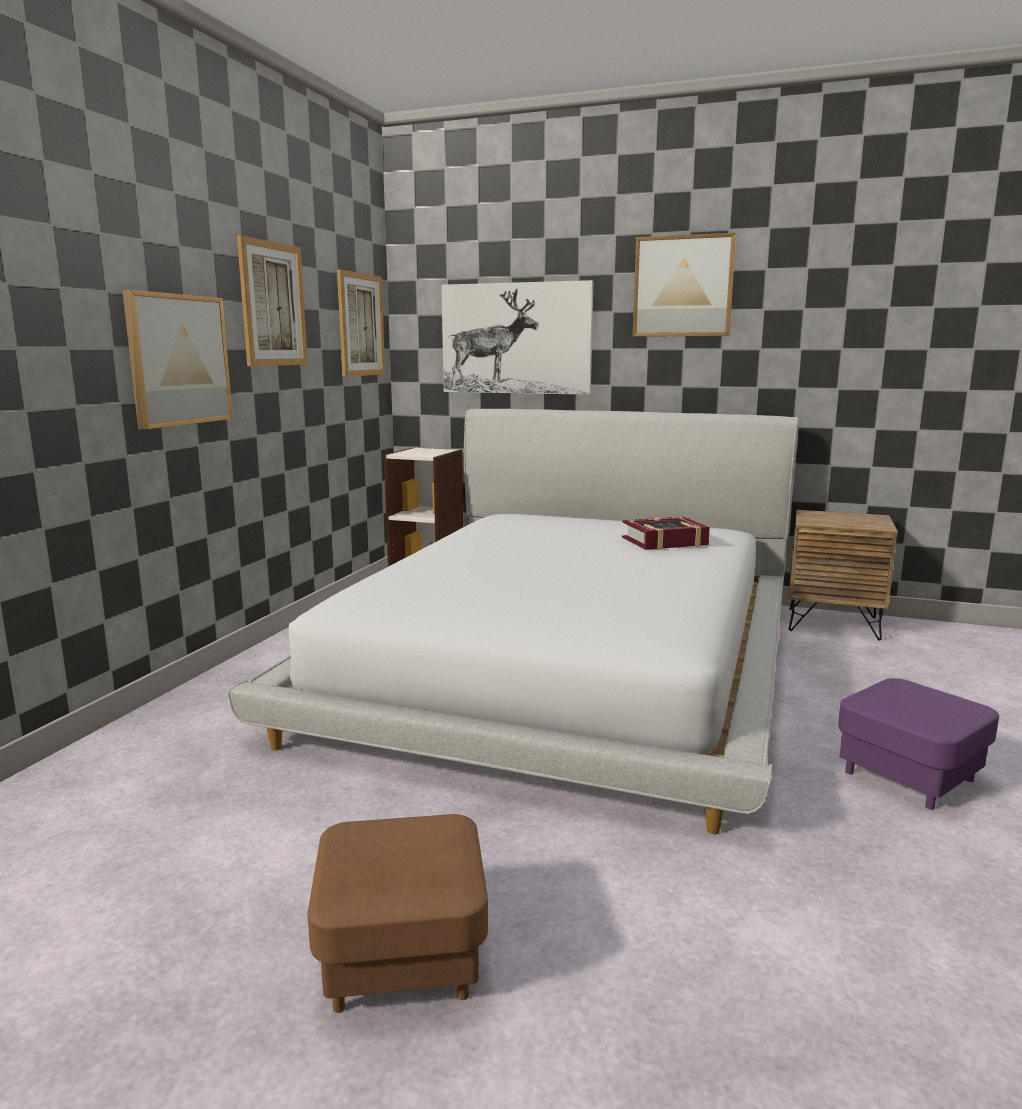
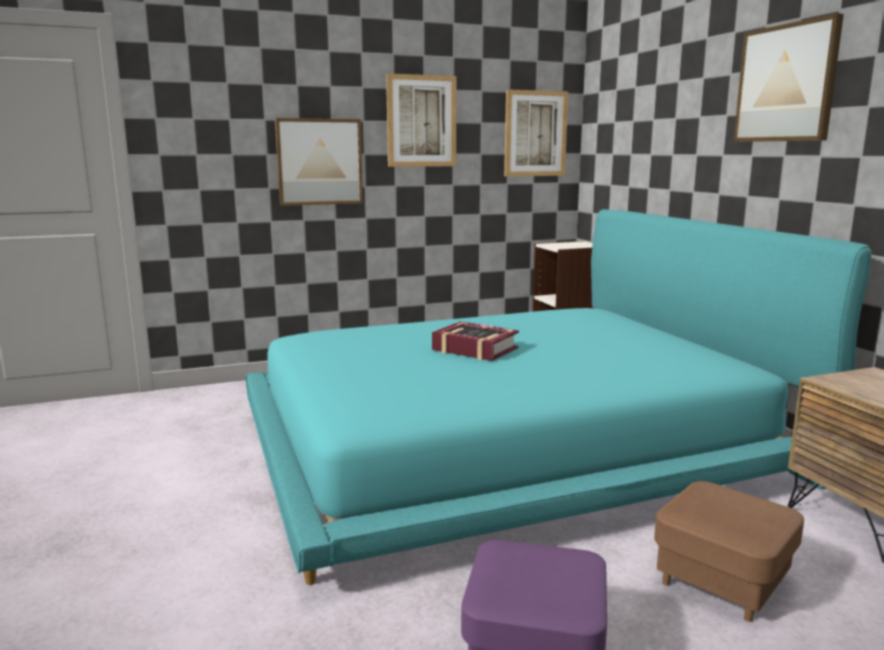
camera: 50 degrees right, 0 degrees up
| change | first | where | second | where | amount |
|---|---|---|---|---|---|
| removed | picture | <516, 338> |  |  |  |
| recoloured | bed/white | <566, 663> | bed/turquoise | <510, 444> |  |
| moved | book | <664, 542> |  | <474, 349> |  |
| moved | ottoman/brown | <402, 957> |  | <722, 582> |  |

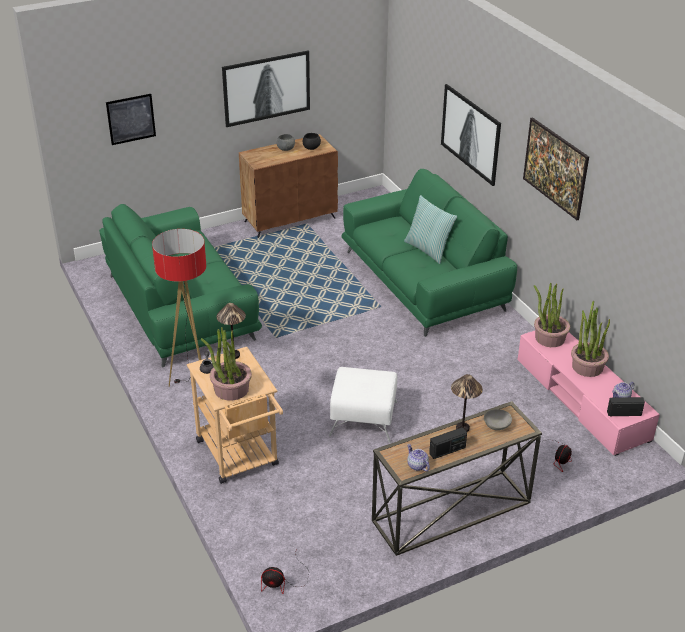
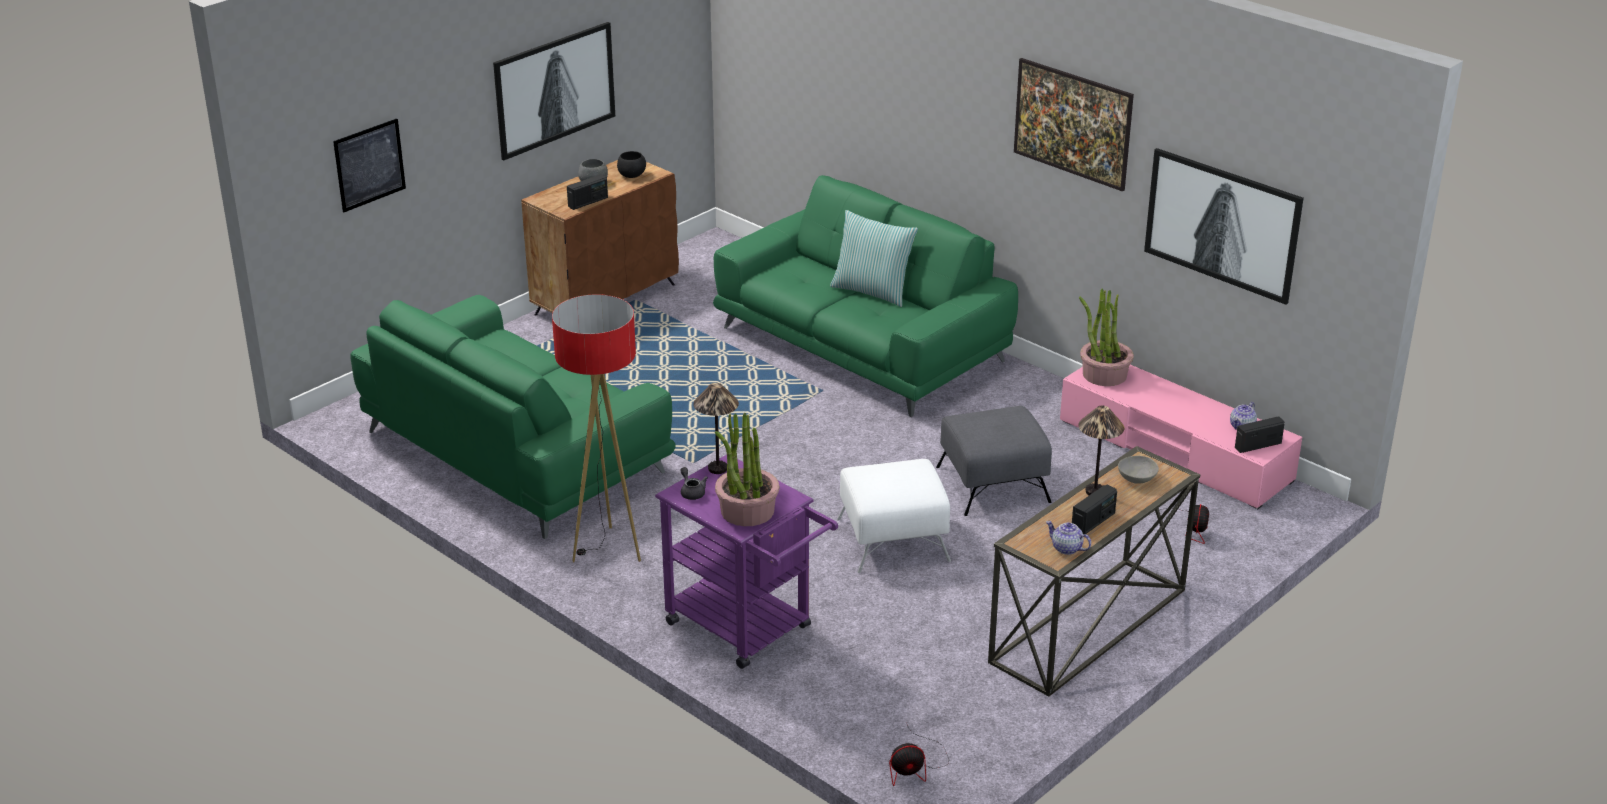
camera: 20 degrees left, 5 degrees down
| change | first | where | second | where | amount |
|---|---|---|---|---|---|
| moved | picture | <470, 134> |  | <1222, 224> |  |
| removed | potted plant | <587, 366> |  |  |  |
| recoloured | cart/beige | <240, 457> | cart/purple | <747, 629> |  |
| added |  |  | radio | <588, 202> |  |
| added |  |  | ottoman/grey | <992, 484> |  |

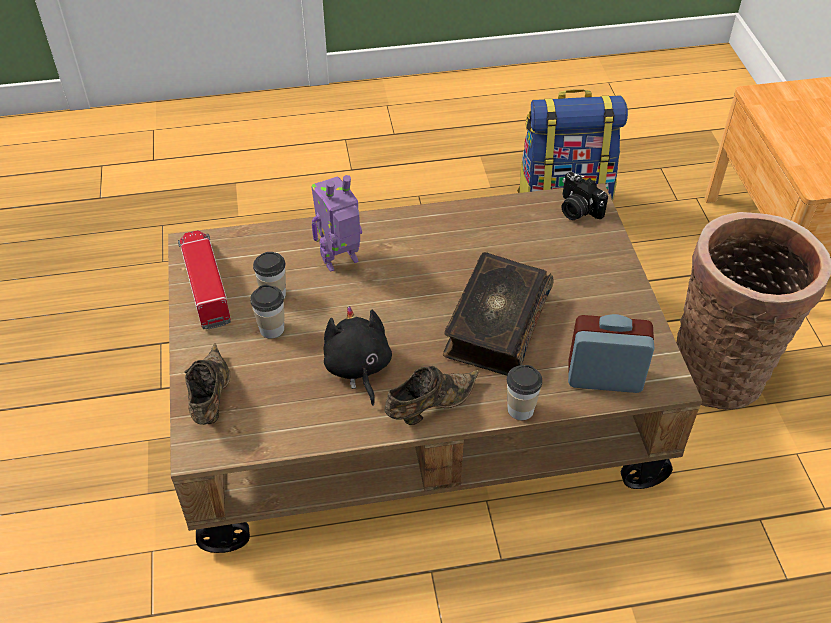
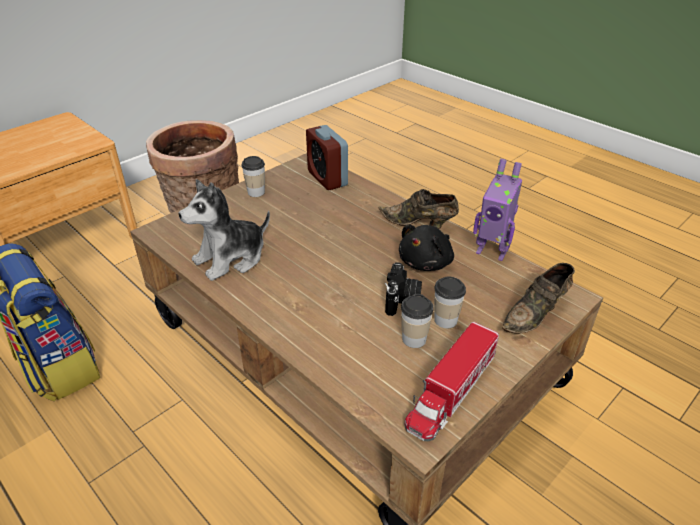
camera: 125 degrees left, 10 degrees down
| change | first | where | second | where | amount |
|---|---|---|---|---|---|
| moved | photo camera | <577, 210> |  | <402, 300> |  |
| moved | toy robot | <341, 262> |  | <491, 251> |  |
| removed | book | <495, 325> |  |  |  |
| moved | cup | <520, 409> |  | <256, 192> |  |
| added |  |  | plush toy | <231, 258> |  |

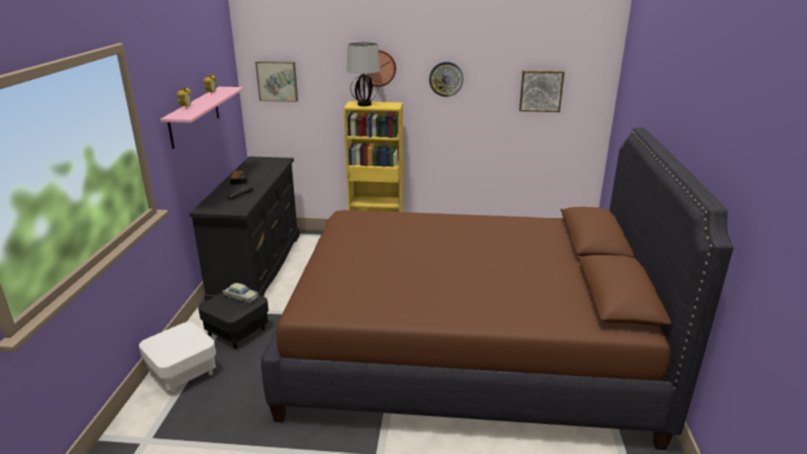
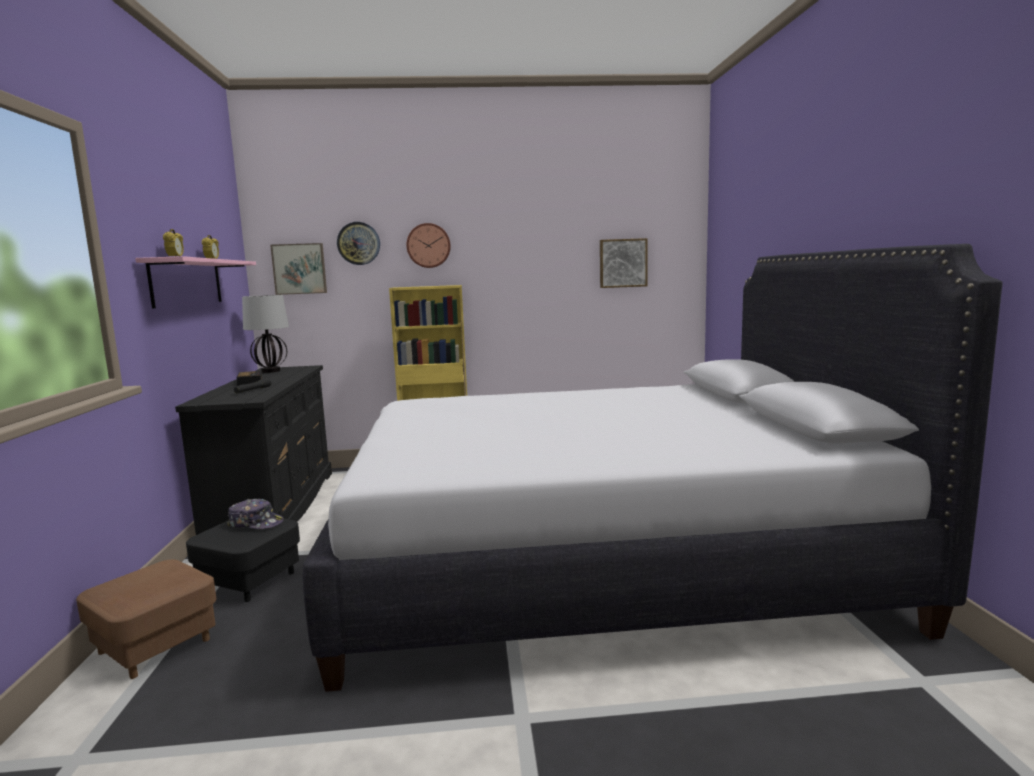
camera: 10 degrees left, 15 degrees down
| change | first | where | second | where | amount |
|---|---|---|---|---|---|
| moved | table lamp | <364, 104> |  | <270, 371> |  |
| moved | wall clock | <446, 79> |  | <358, 243> |  |
| recoloured | bed/brown | <466, 349> | bed/white | <601, 560> |  |
| replaced | toy car/beige | <241, 297> | cap | <256, 523> |  |
| recoloured | ottoman/white | <182, 373> | ottoman/brown | <155, 646> |  |

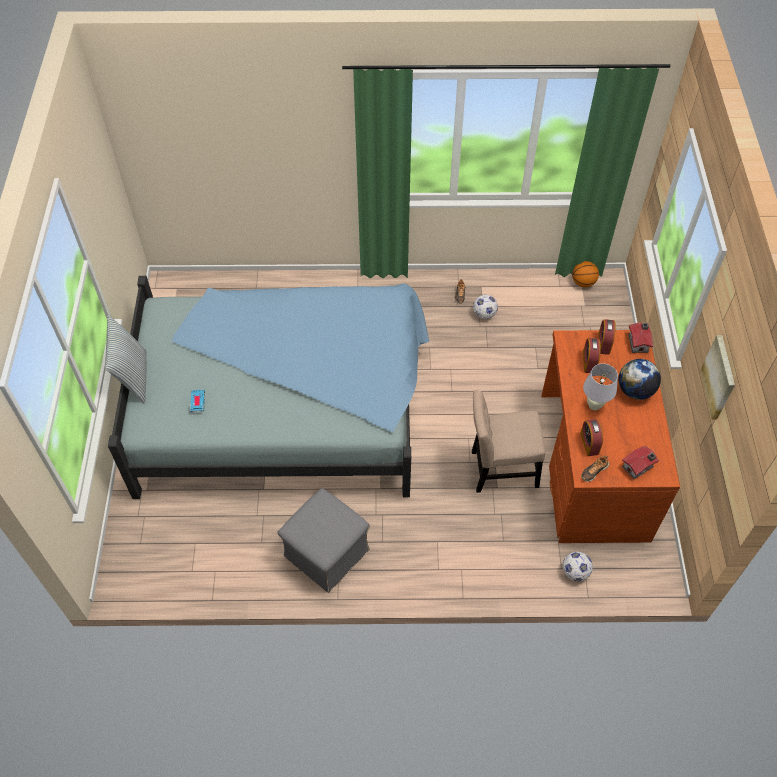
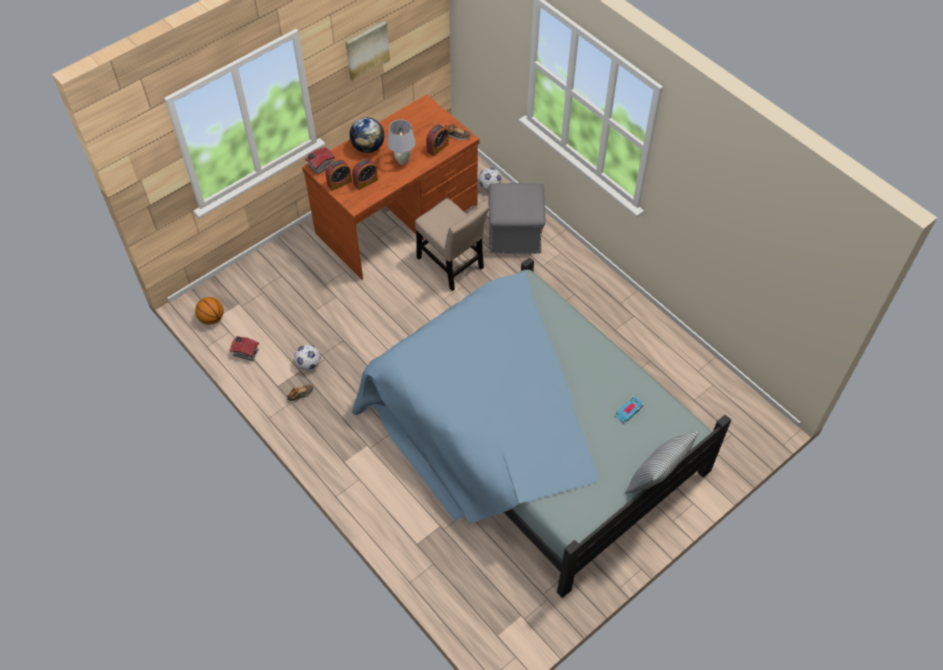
camera: 130 degrees left, 0 degrees up
| change | first | where | second | where | amount |
|---|---|---|---|---|---|
| moved | toy house | <638, 467> |  | <245, 352> |  |
| moved | ottoman/grey | <326, 553> |  | <515, 234> |  |

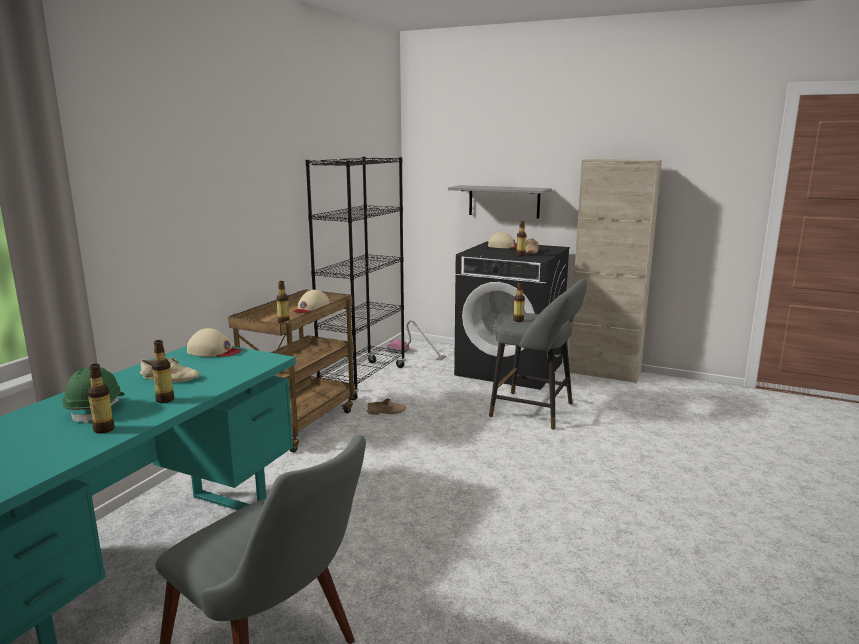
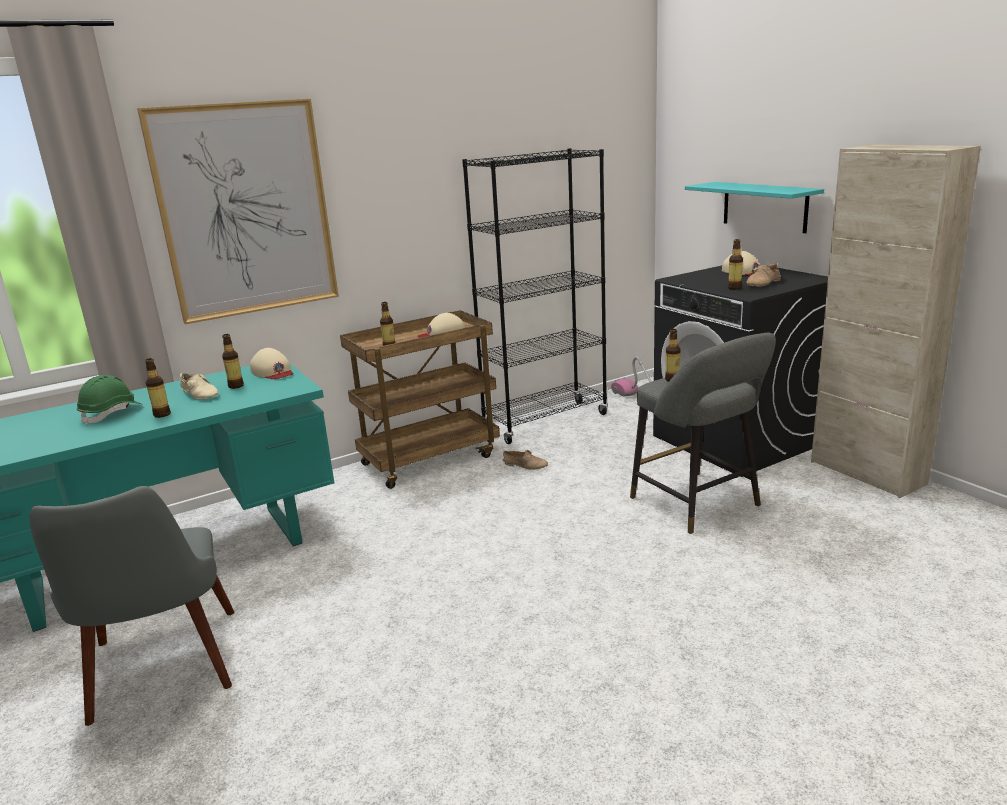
camera: 35 degrees right, 5 degrees up
| change | first | where | second | where | amount |
|---|---|---|---|---|---|
| recoloured | shelf/grey | <504, 201> | shelf/turquoise | <764, 206> |  |
| moved | bottle | <104, 429> |  | <236, 386> |  |
| added |  |  | picture | <246, 210> |  |

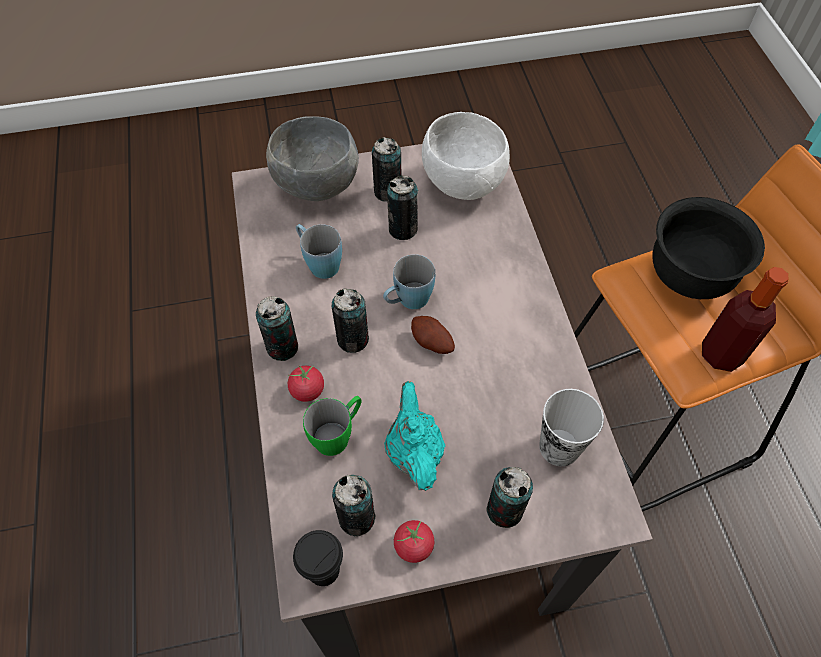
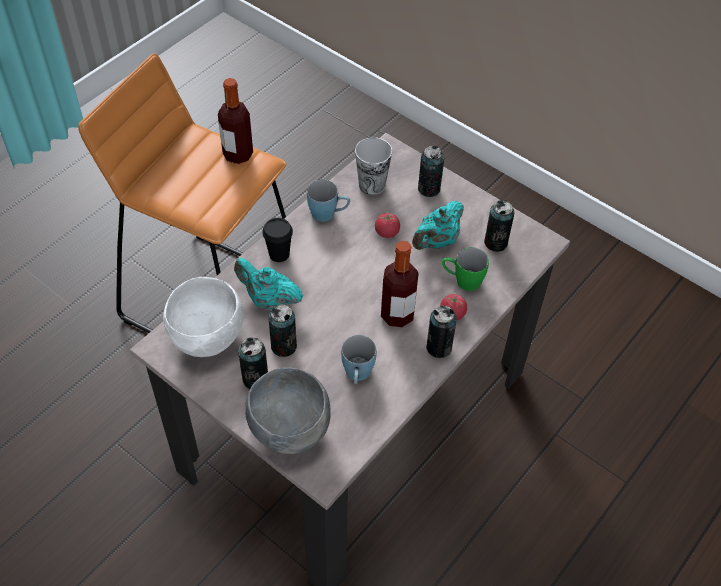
camera: 130 degrees left, 5 degrees down
| change | first | where | second | where | amount |
|---|---|---|---|---|---|
| removed | bowl/black | <688, 276> |  |  |  |
| moved | mug/blue | <407, 301> |  | <328, 214> |  |
| replaced | can | <353, 339> | bottle | <397, 315> |  |
| removed | potato | <431, 343> |  |  |  |
| moved | tomato | <413, 545> |  | <387, 232> |  |
| moved | cup/black | <323, 570> |  | <279, 254> |  |
| added |  |  | teapot/turquoise | <268, 300> |  |

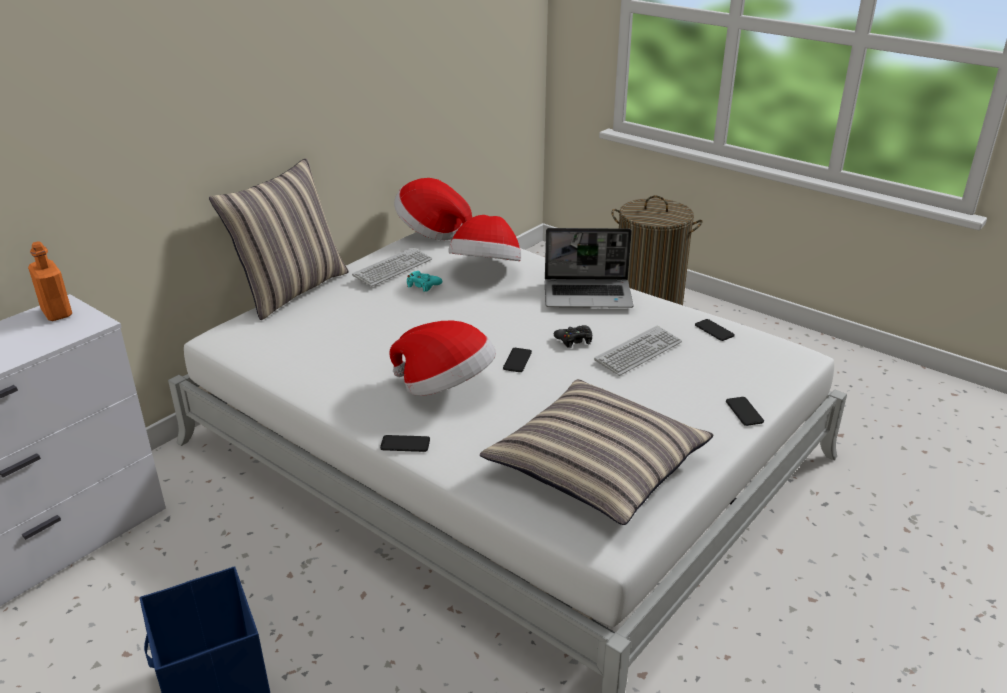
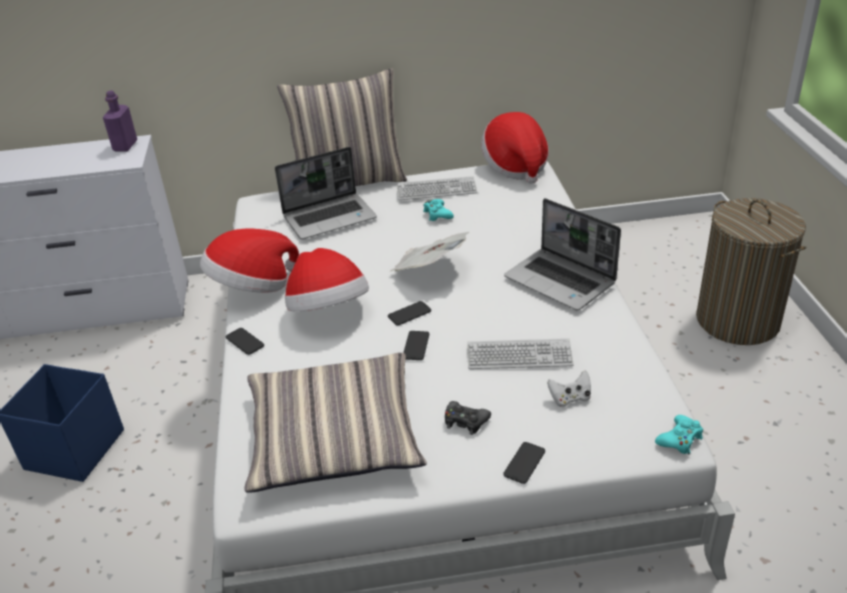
camera: 45 degrees right, 5 degrees up
| change | first | where | second | where | amount |
|---|---|---|---|---|---|
| moved | hat | <486, 270> |  | <253, 287> |  |
| recoloured | bottle/orange | <57, 313> | bottle/purple | <125, 146> |  |
| moved | phone | <714, 330> |  | <416, 346> |  |
| moved | game controller/black | <574, 340> |  | <465, 421> |  |
| added |  |  | laptop | <330, 217> |  |
| added |  |  | newspaper | <430, 269> |  |
| added |  |  | game controller/white | <570, 398> |  |
| added |  |  | game controller/turquoise | <680, 439> |  |

